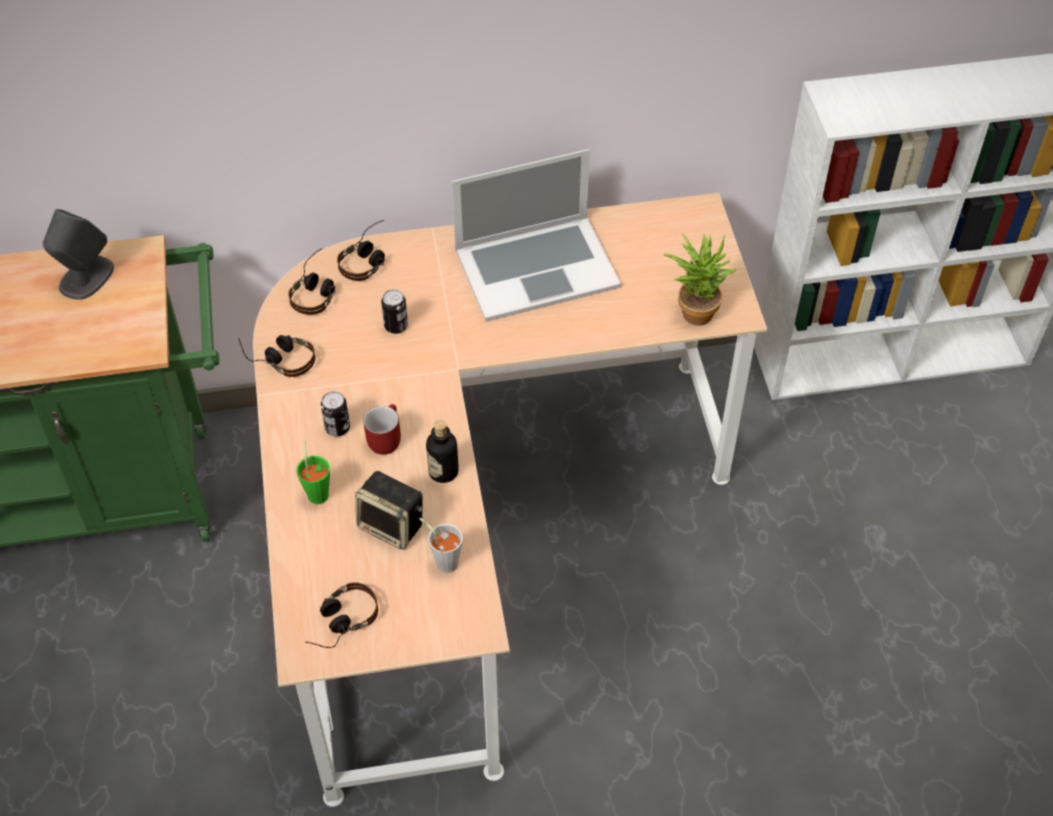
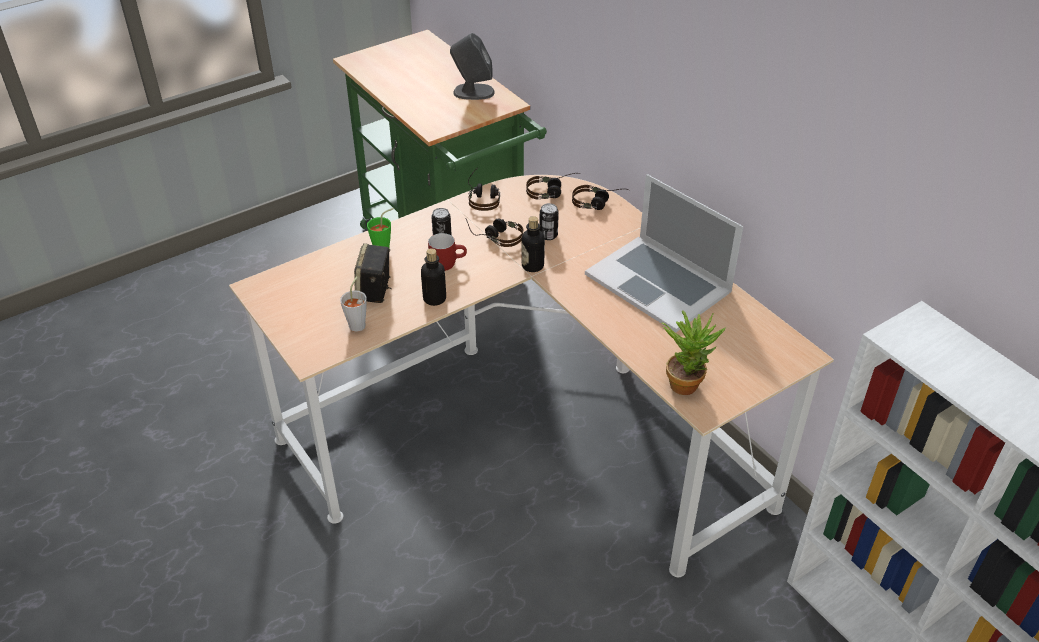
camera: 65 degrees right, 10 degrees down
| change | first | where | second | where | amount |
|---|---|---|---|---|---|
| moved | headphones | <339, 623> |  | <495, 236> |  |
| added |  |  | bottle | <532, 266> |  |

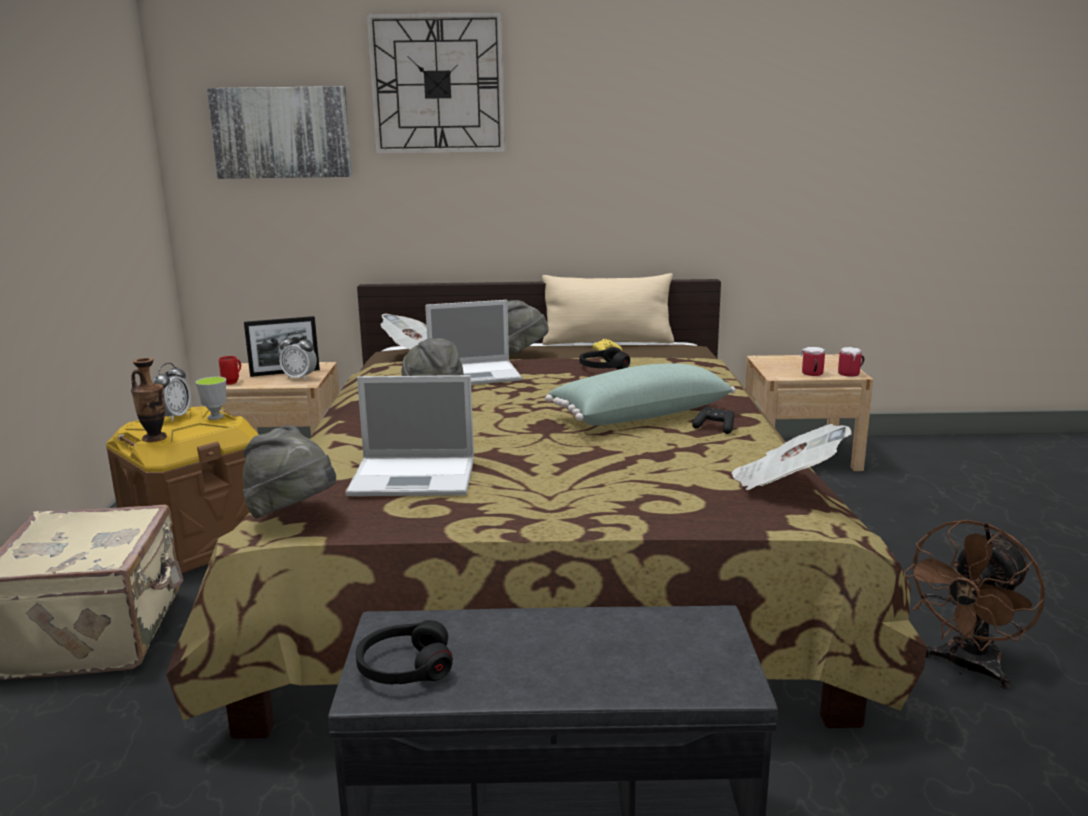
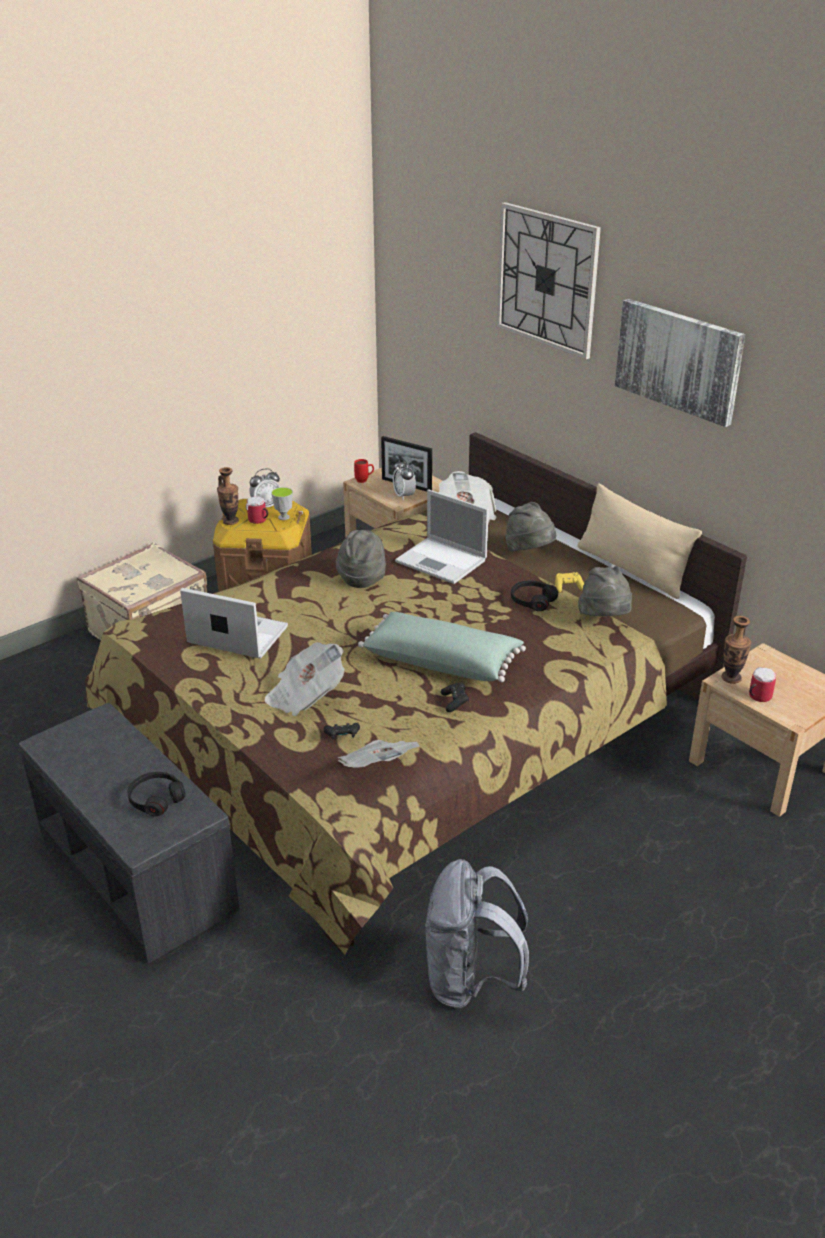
camera: 50 degrees right, 15 degrees up
| change | first | where | second | where | amount |
|---|---|---|---|---|---|
| moved | picture | <281, 132> |  | <679, 360> |  |
| moved | mug | <851, 374> |  | <259, 521> |  |
| turned | laptop | <416, 477> |  | <236, 635> | 150 degrees clockwise |
| moved | hat/grey | <293, 515> |  | <605, 619> |  |
| replaced | fan/brown | <966, 667> | backpack/grey | <471, 981> |  |
| moved | headphones/black | <404, 667> |  | <156, 799> |  |
| added |  |  | vase | <731, 678> |  |
| added |  |  | newspaper | <305, 696> |  |
| added |  |  | game controller/black | <342, 736> |  |

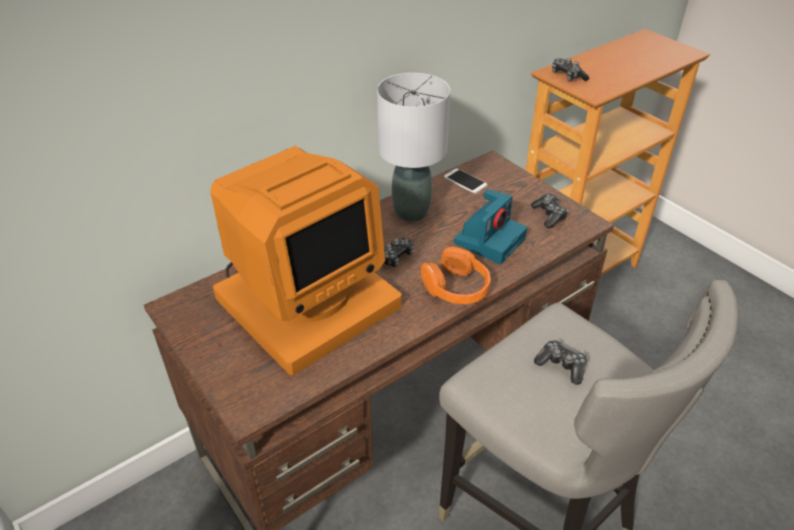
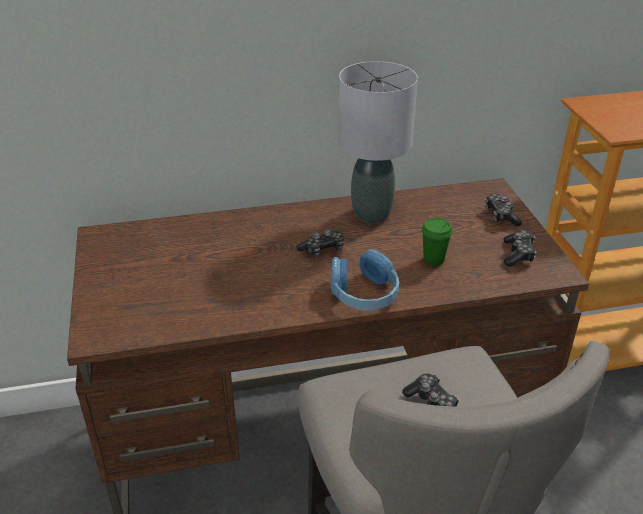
camera: 25 degrees right, 5 degrees down
| change | first | where | second | where | amount |
|---|---|---|---|---|---|
| moved | game controller | <567, 76> |  | <501, 216> |  |
| removed | monitor | <306, 299> |  |  |  |
| removed | phone | <465, 181> |  |  |  |
| replaced | photo camera | <489, 239> | cup/green | <433, 259> |  |
| recoloured | headphones/orange | <456, 288> | headphones/blue | <364, 294> |  |

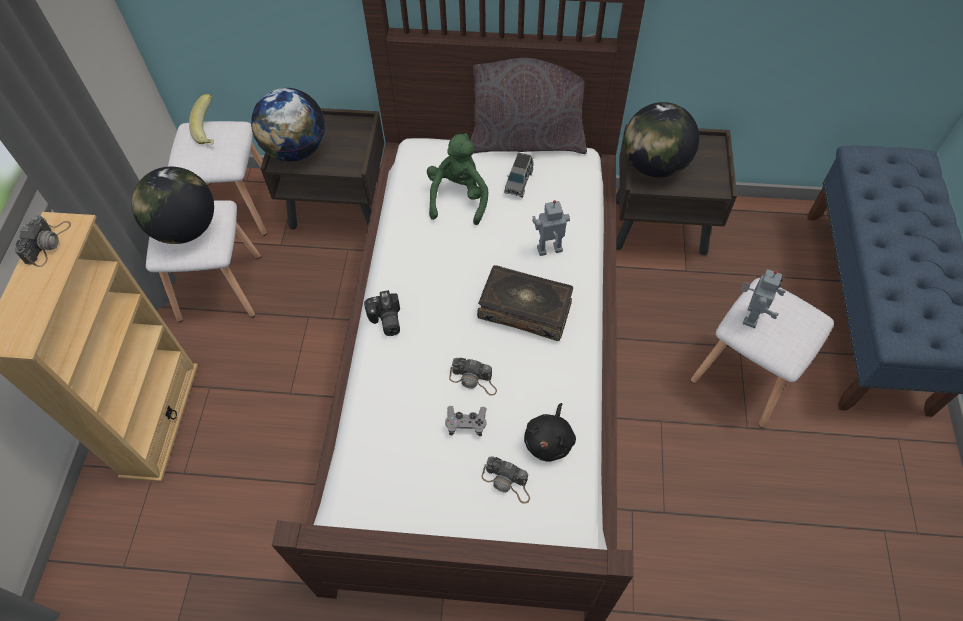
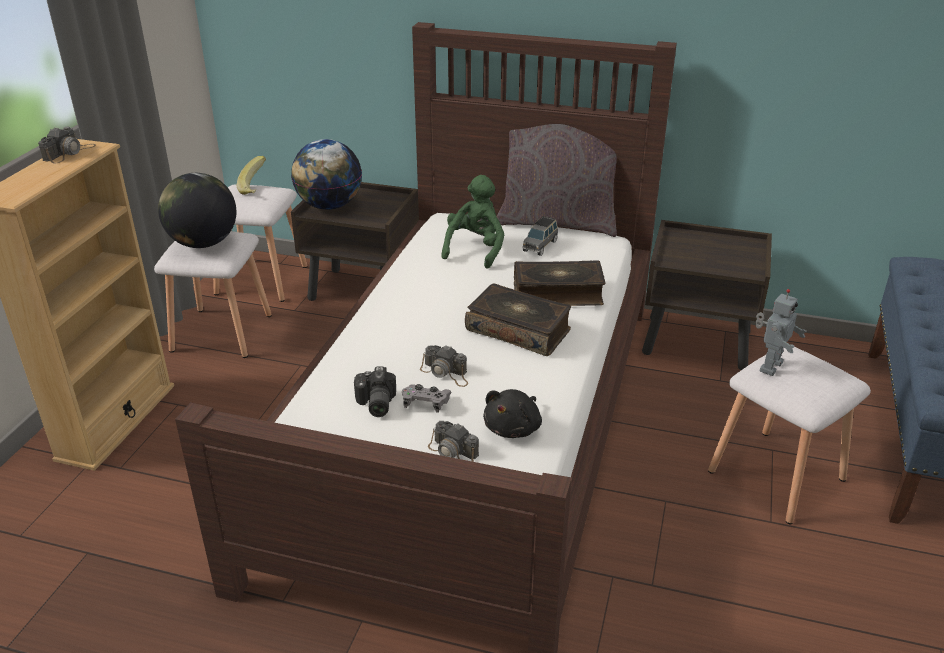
camera: 10 degrees right, 25 degrees down
| change | first | where | second | where | amount |
|---|---|---|---|---|---|
| removed | globe | <654, 165> |  |  |  |
| replaced | toy robot | <550, 250> | book | <557, 293> |  |
| moved | photo camera | <385, 321> |  | <374, 404> |  |

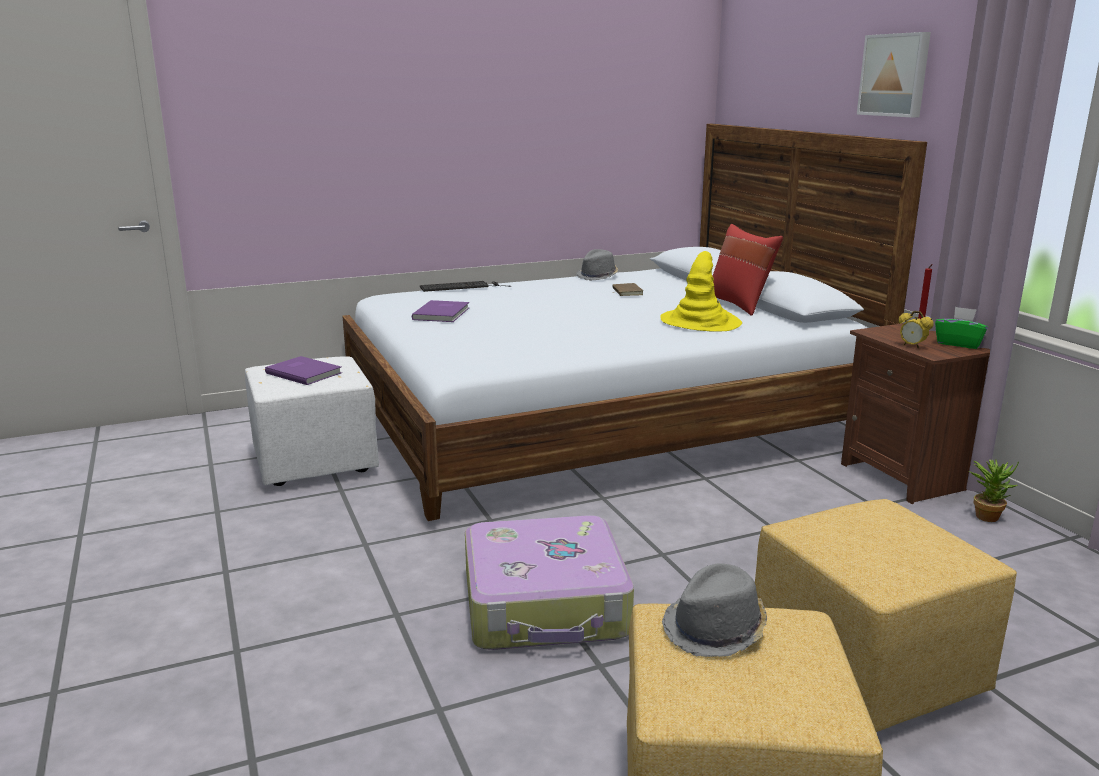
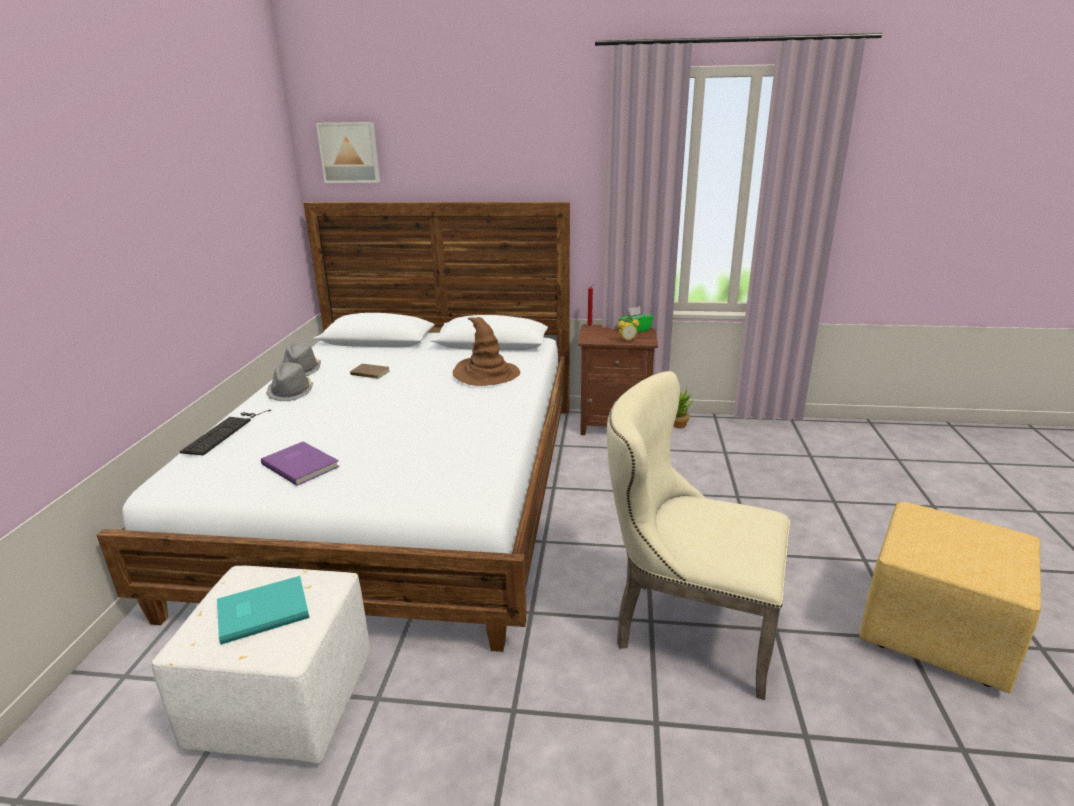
camera: 60 degrees left, 5 degrees up
| change | first | where | second | where | amount |
|---|---|---|---|---|---|
| moved | picture | <895, 75> |  | <350, 152> |  |
| removed | pillow/red | <739, 305> |  |  |  |
| recoloured | hat/yellow | <700, 322> | hat/brown | <486, 374> |  |
| recoloured | book/purple | <304, 372> | book/turquoise | <261, 610> |  |
| removed | ottoman/yellow | <868, 671> |  |  |  |
| replaced | suitcase | <546, 604> | chair/beige | <685, 627> |  |
| moved | hat/grey | <715, 630> |  | <291, 392> |  |

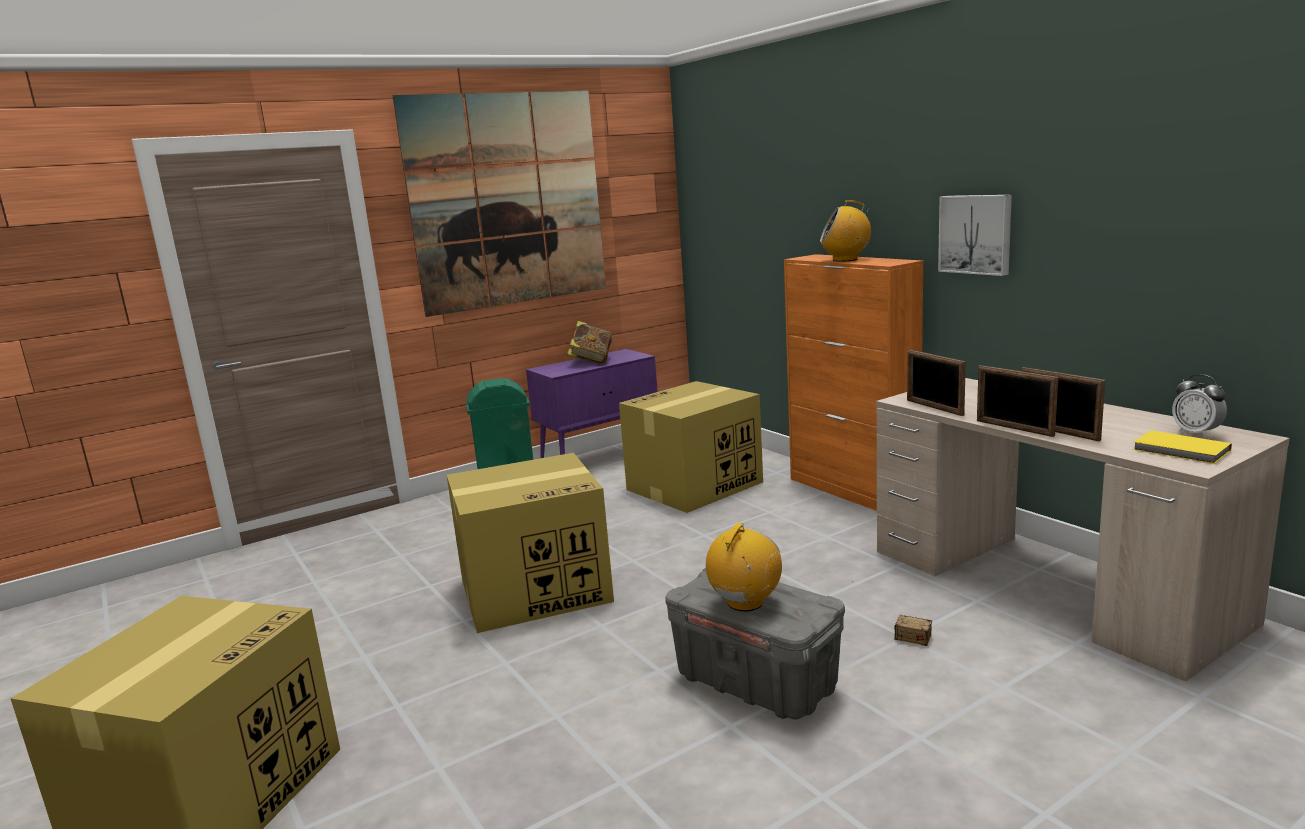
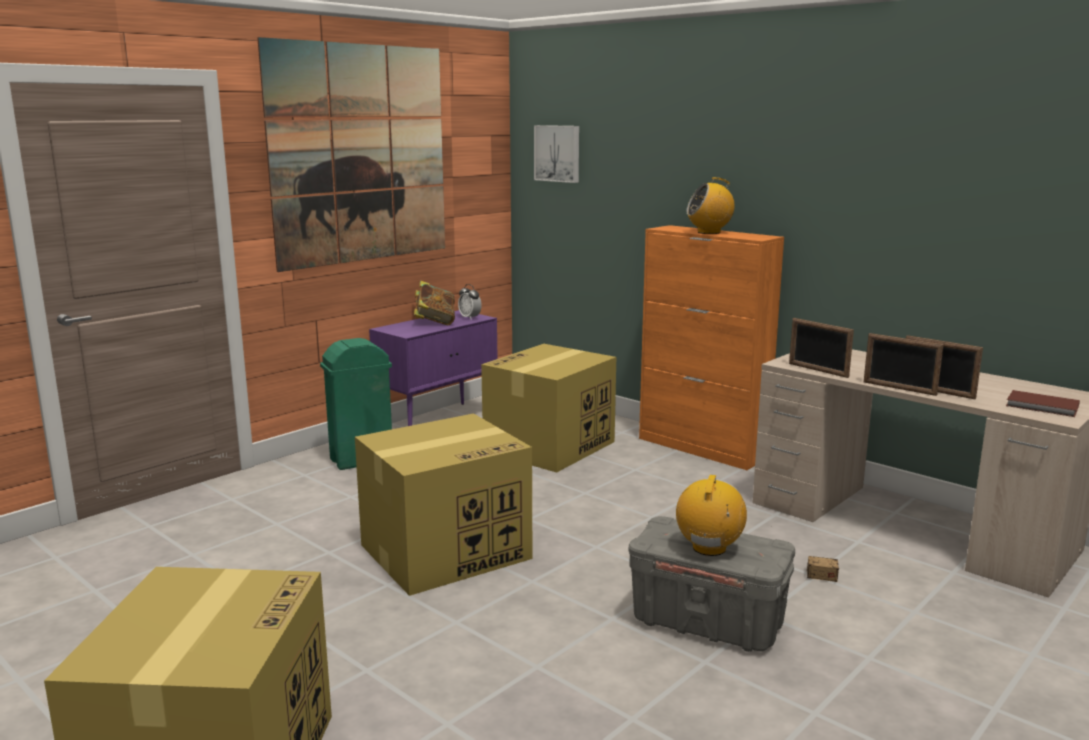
camera: 15 degrees left, 0 degrees up
| change | first | where | second | where | amount |
|---|---|---|---|---|---|
| moved | picture | <976, 234> |  | <558, 153> |  |
| moved | alarm clock | <1196, 432> |  | <470, 318> |  |
| recoloured | book/yellow | <1181, 451> | book/brown | <1043, 406> |  |

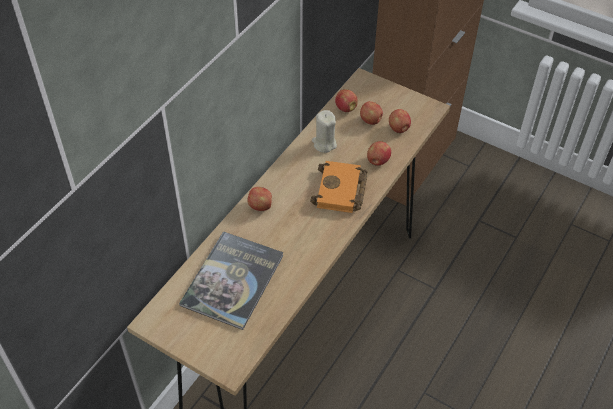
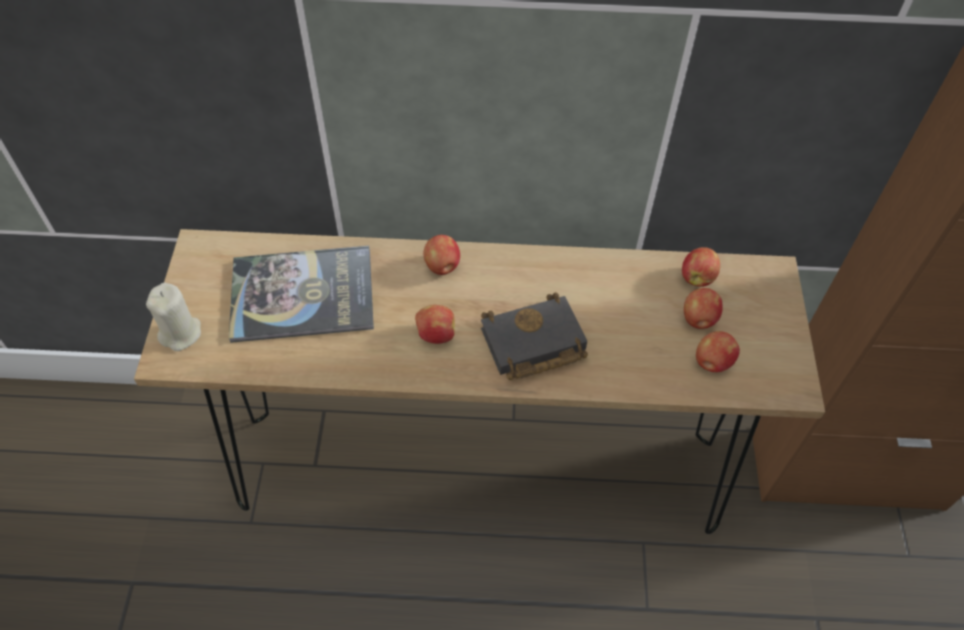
camera: 60 degrees right, 5 degrees up
| change | first | where | second | where | amount |
|---|---|---|---|---|---|
| moved | candle/beige | <324, 144> |  | <181, 333> |  |
| moved | apple | <377, 161> |  | <435, 334> |  |
| recoloured | book/orange | <341, 192> | book/black | <531, 344> |  |

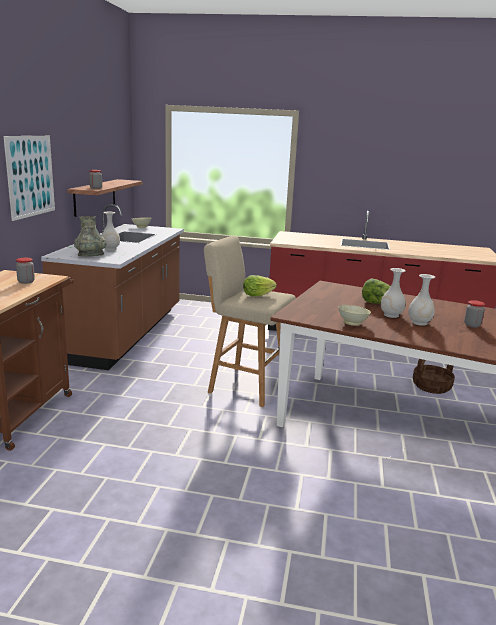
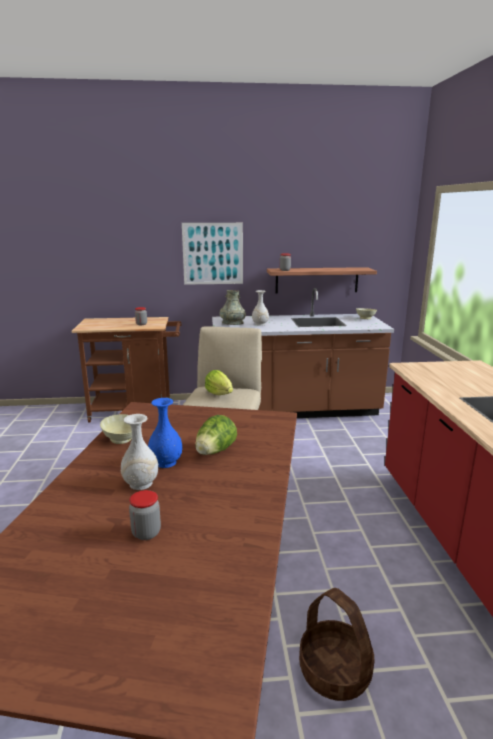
camera: 75 degrees right, 0 degrees up
| change | first | where | second | where | amount |
|---|---|---|---|---|---|
| recoloured | vase/white | <391, 315> | vase/blue | <166, 462> |  |

